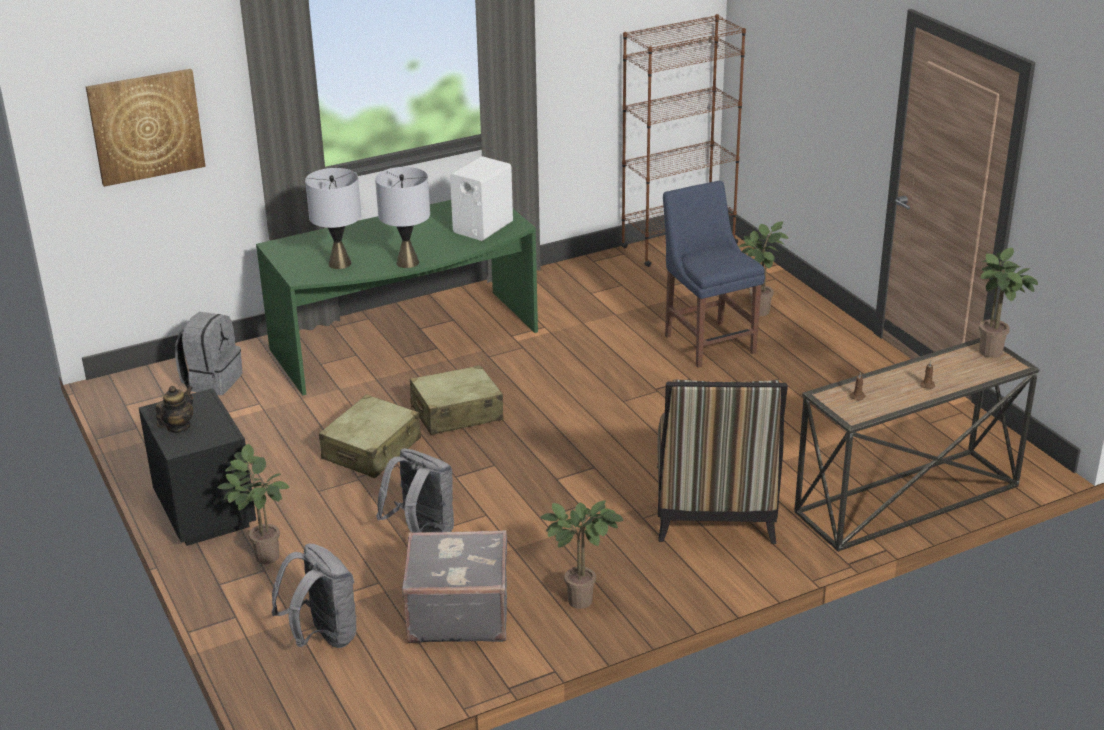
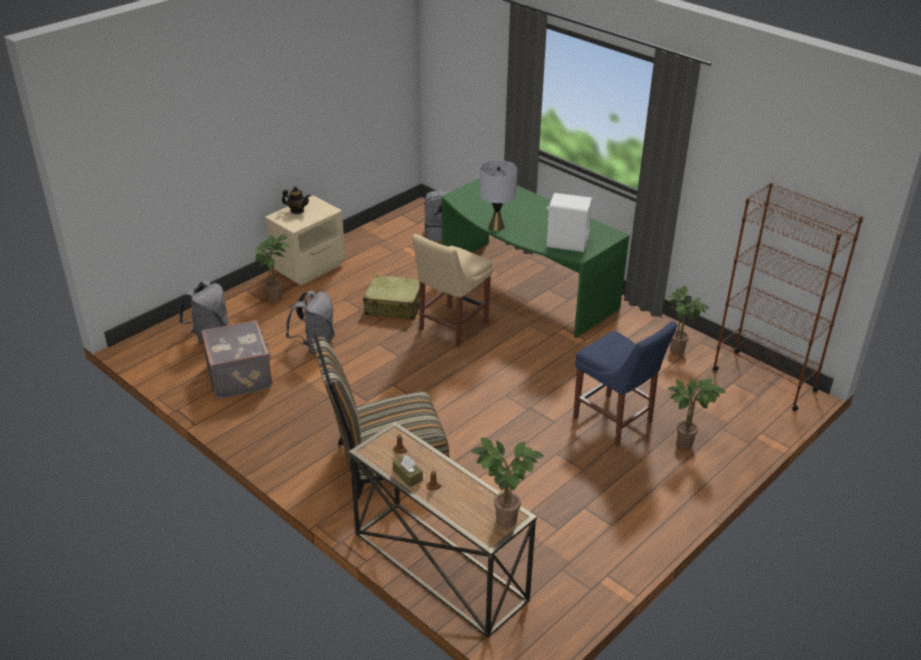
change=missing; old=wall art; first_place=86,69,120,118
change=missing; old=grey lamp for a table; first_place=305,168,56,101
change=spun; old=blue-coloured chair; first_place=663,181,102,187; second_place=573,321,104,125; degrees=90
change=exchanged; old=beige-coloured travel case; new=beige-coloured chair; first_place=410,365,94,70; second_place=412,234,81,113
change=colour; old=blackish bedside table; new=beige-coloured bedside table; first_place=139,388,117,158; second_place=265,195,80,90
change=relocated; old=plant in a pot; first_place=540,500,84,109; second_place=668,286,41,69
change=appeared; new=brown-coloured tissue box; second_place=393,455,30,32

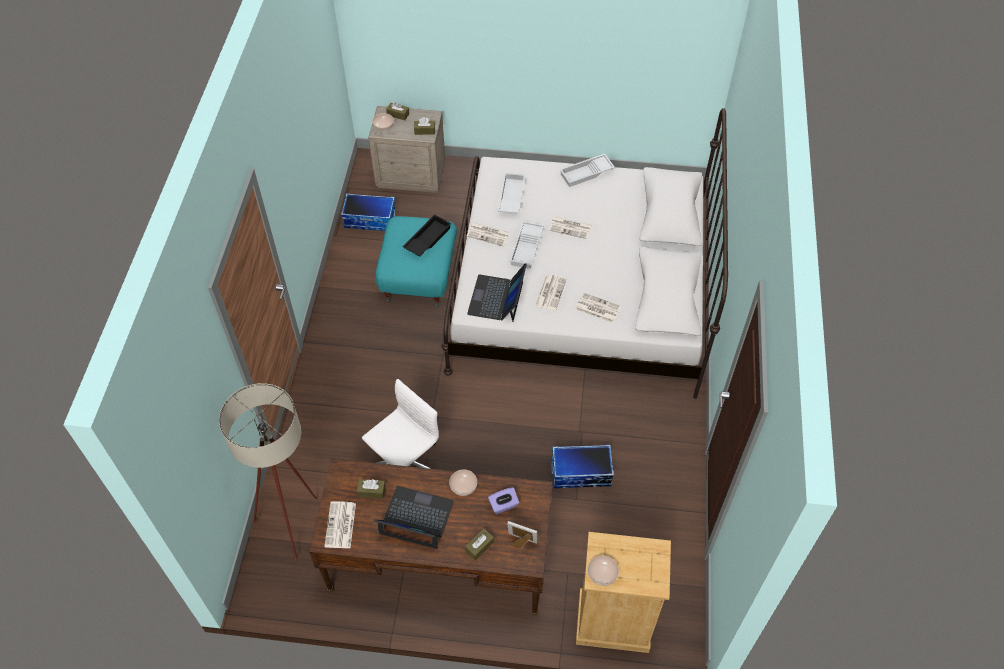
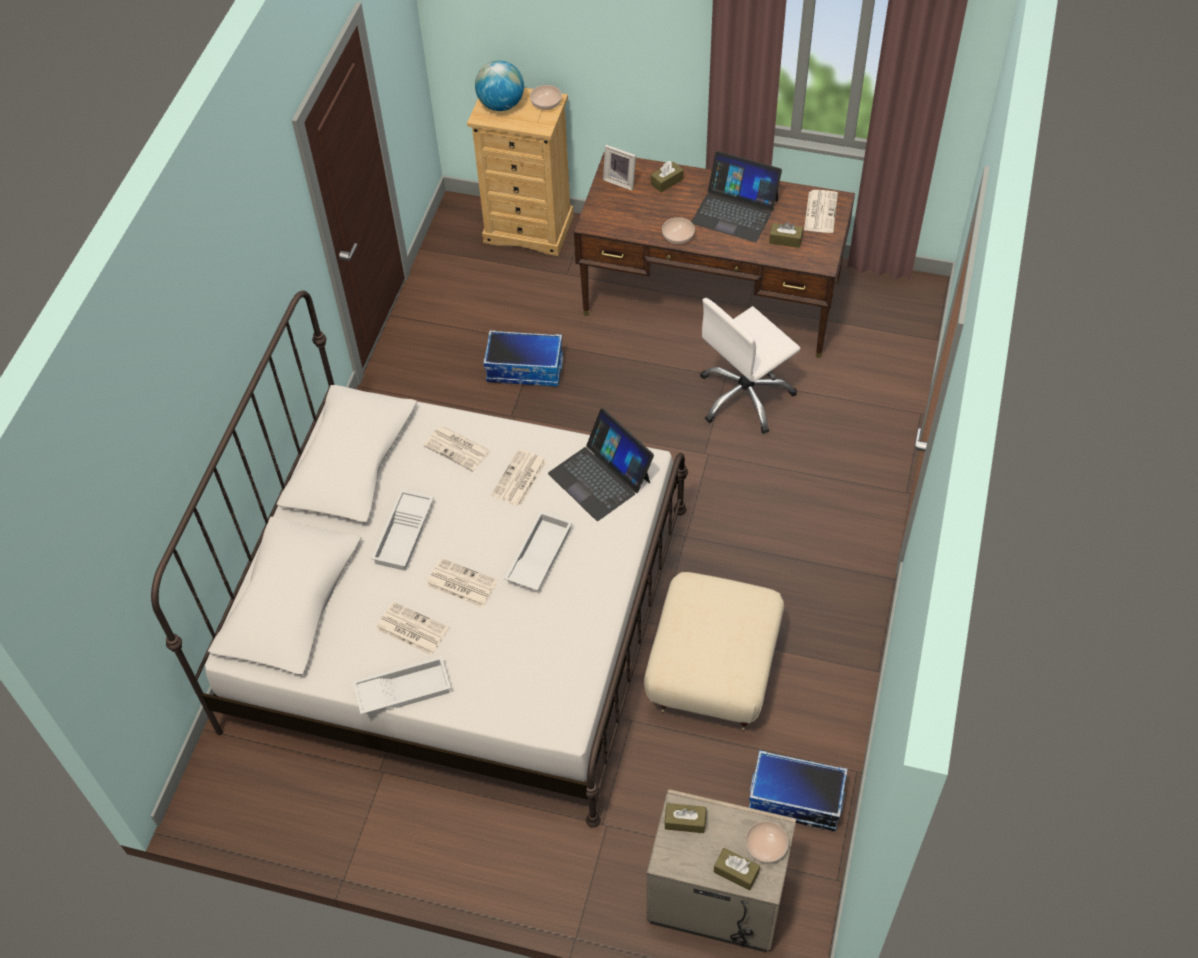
change=relocated; old=white-coloured tray; first_place=498,173,28,40; second_place=371,490,63,81
change=missing; old=blackish tray; first_place=403,214,49,43
change=colour; old=blue-green footrest; new=beige-coloured footrest; first_place=375,216,82,91; second_place=644,572,140,159
change=relocated; old=printed paper; first_place=467,223,43,24; second_place=376,602,73,54
change=spun; old=laptop; first_place=467,263,60,59; second_place=548,408,106,113; degrees=120
change=missing; old=beige-coloured standard lamp; first_place=219,383,98,177
change=missing; old=purple-coloured tissue box; first_place=488,487,32,27
change=appeared; new=desk globe; second_place=475,60,49,51

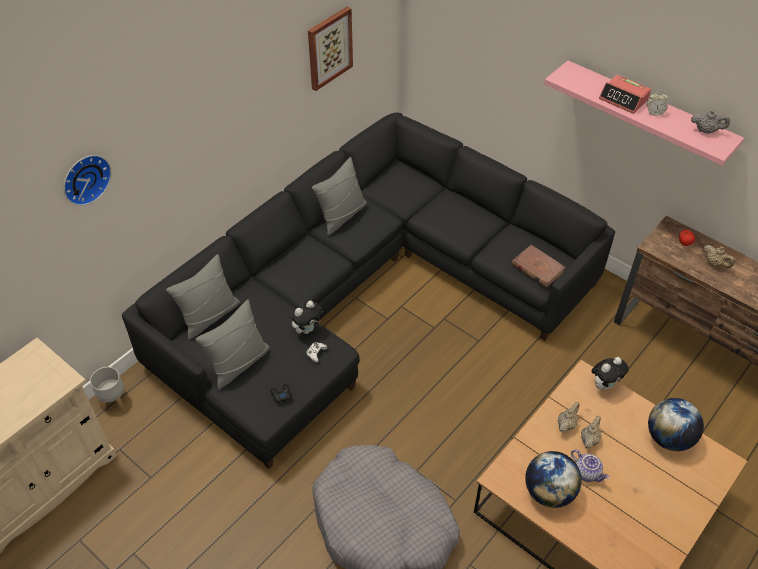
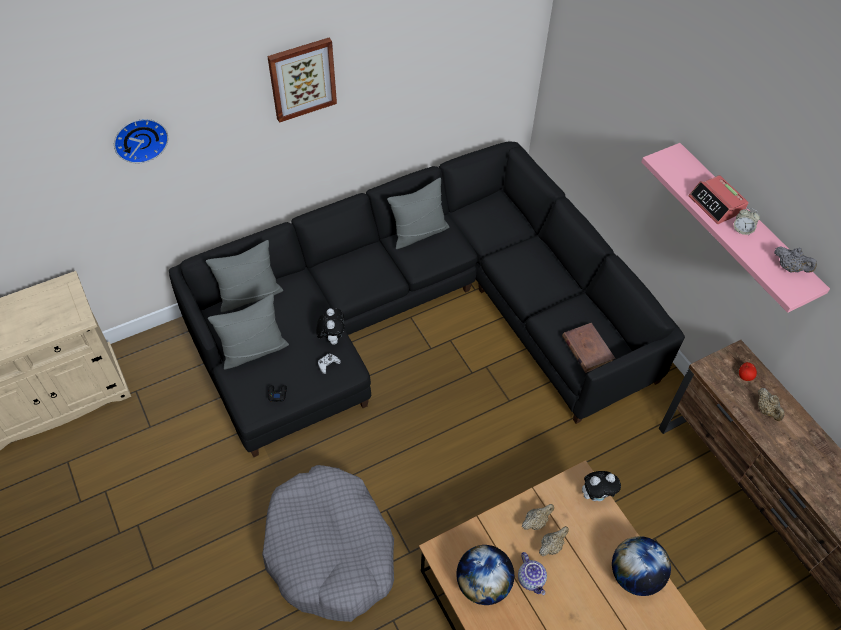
change=relocated; old=wall art; first_place=308,7,45,84; second_place=267,38,70,85
change=spun; old=plush toy; first_place=290,301,32,33; second_place=316,308,29,37; degrees=-75
change=missing; old=grey plant pot; first_place=90,367,36,43

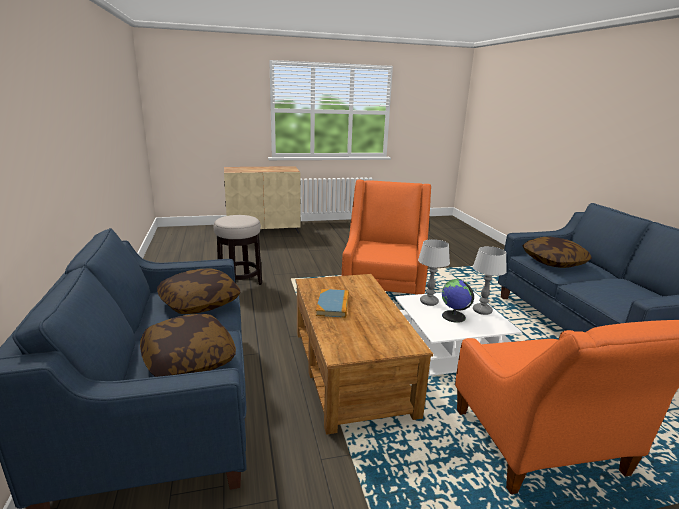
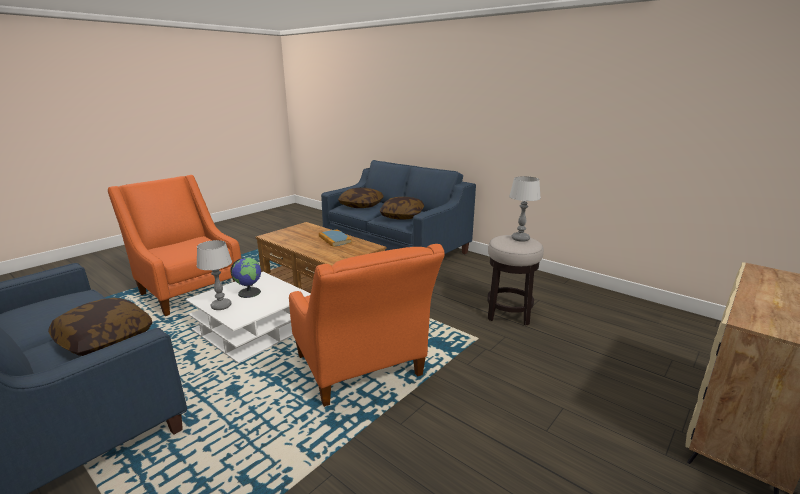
change=relocated; old=lamp for a table; first_place=418,239,32,67; second_place=509,176,32,66

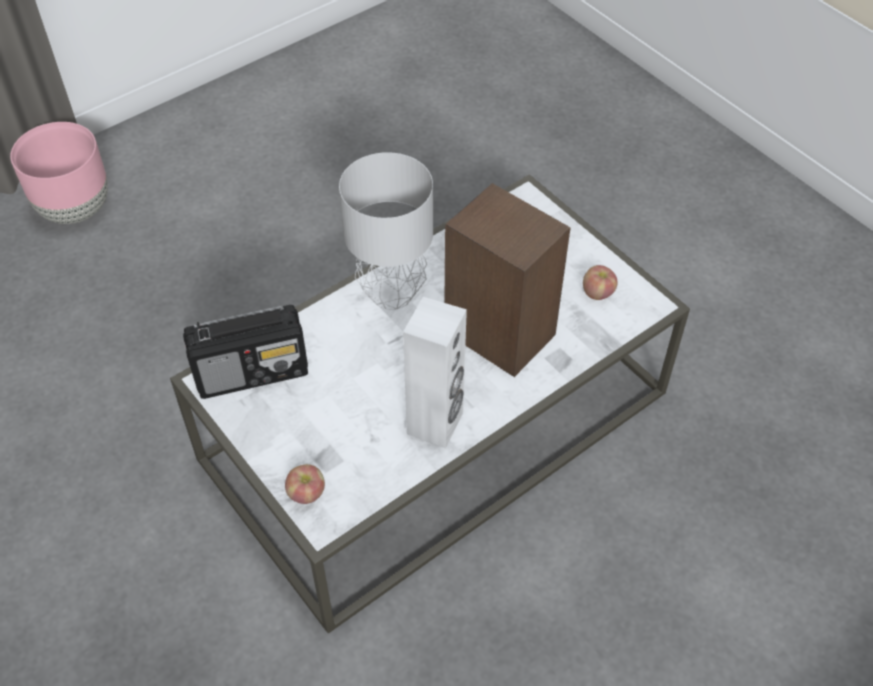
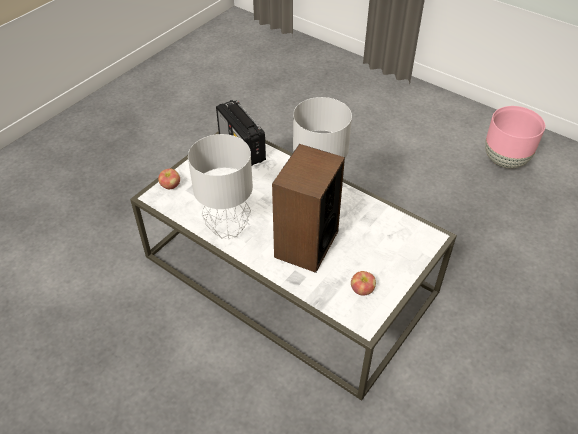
change=relocated; old=pink plant pot; first_place=10,122,98,102; second_place=485,106,60,62
change=exchanged; old=white-coloured audio speaker; new=grey lamp for a table; first_place=403,297,64,151; second_place=188,134,65,105

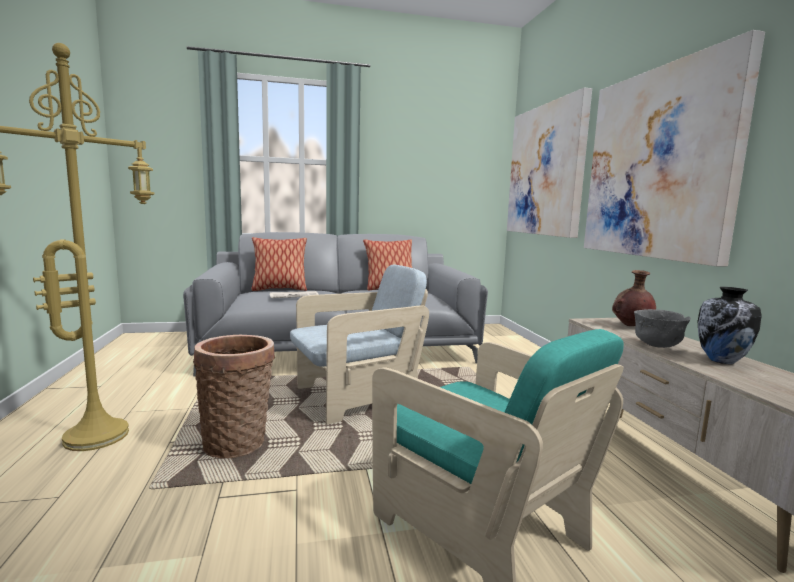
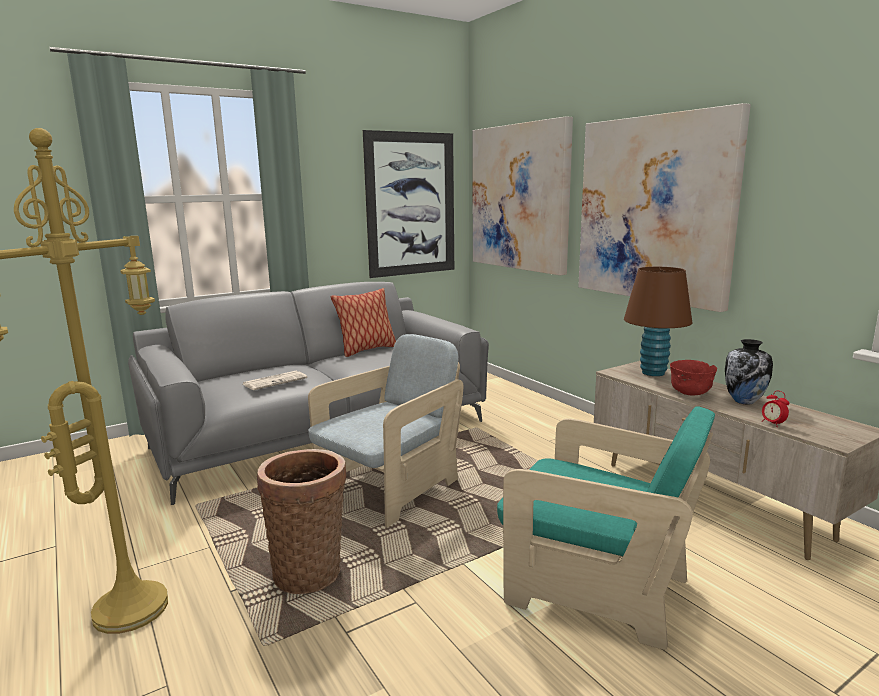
change=missing; old=throw pillow; first_place=251,237,56,54
change=exchanged; old=brown-coloured flower vase; new=brown-coloured lamp for a table; first_place=612,270,44,56; second_place=624,267,68,109
change=colour; old=grey deep dish; new=red deep dish; first_place=634,309,57,39; second_place=670,360,47,36
change=appeared; new=wall art; second_place=363,130,91,148
change=appeared; new=table clock; second_place=762,391,27,34

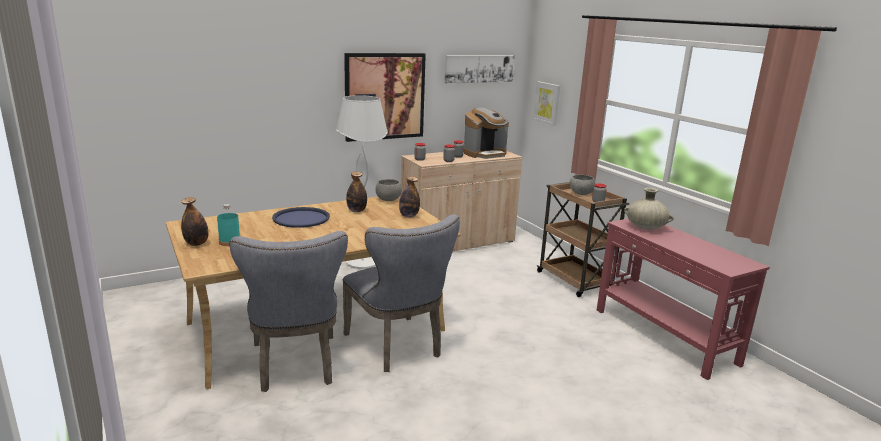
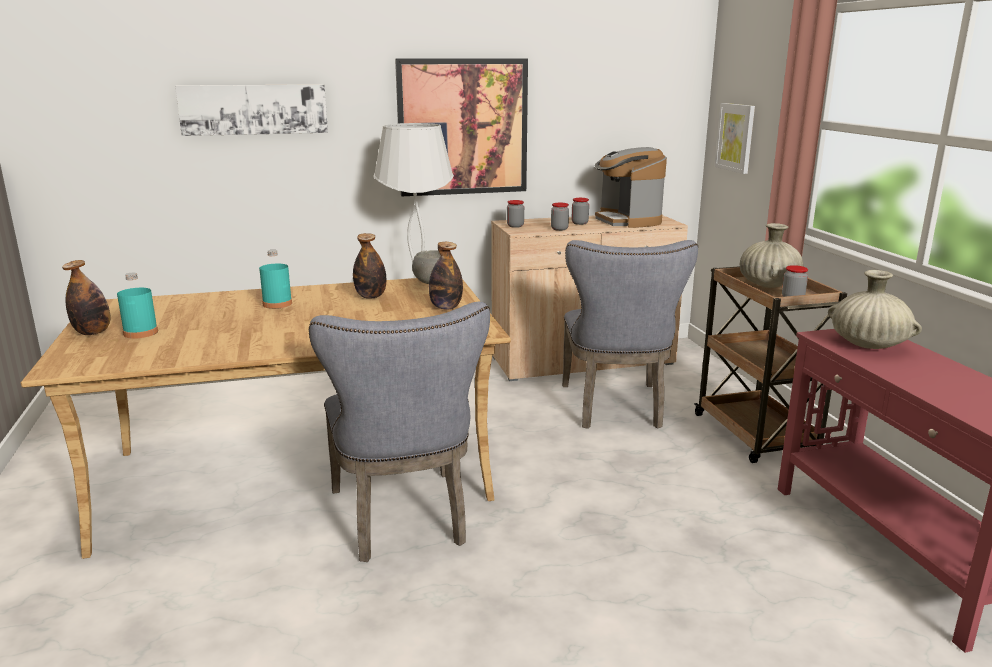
change=relocated; old=wall art; first_place=444,55,71,28; second_place=175,84,153,52
change=spun; old=coffee maker; first_place=464,108,45,51; second_place=595,147,72,81; degrees=90
change=exchanged; old=grey deep dish; new=beige-coloured flower vase; first_place=570,175,25,20; second_place=740,223,63,65
change=exchanged; old=blue-coloured tray; new=blue-green beverage bottle; first_place=272,207,58,21; second_place=259,250,33,59
change=relocated; old=grey chair; first_place=229,231,119,161; second_place=562,240,136,189

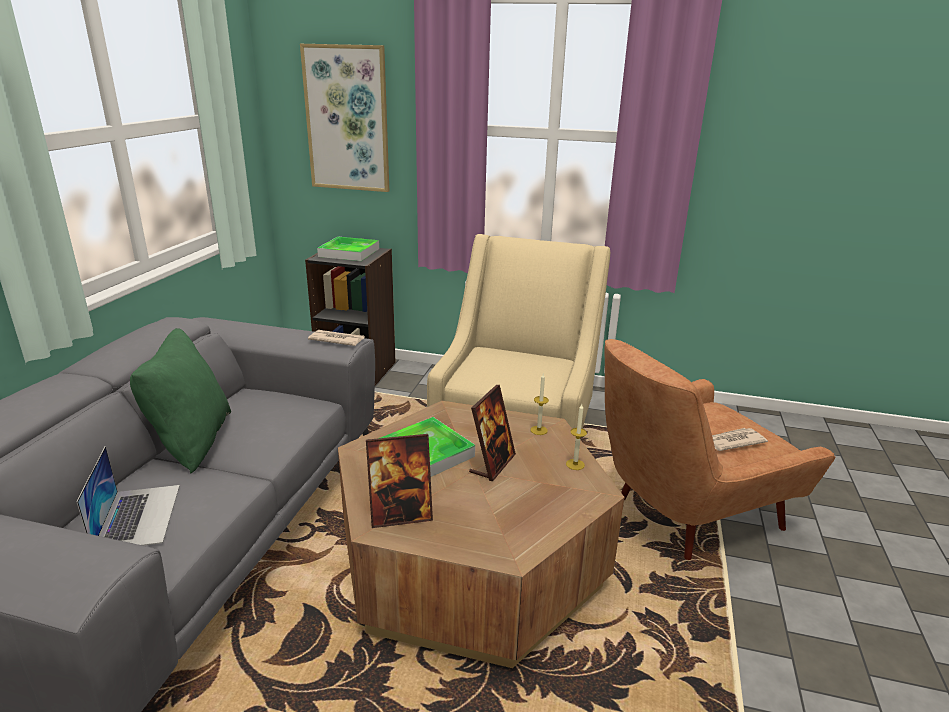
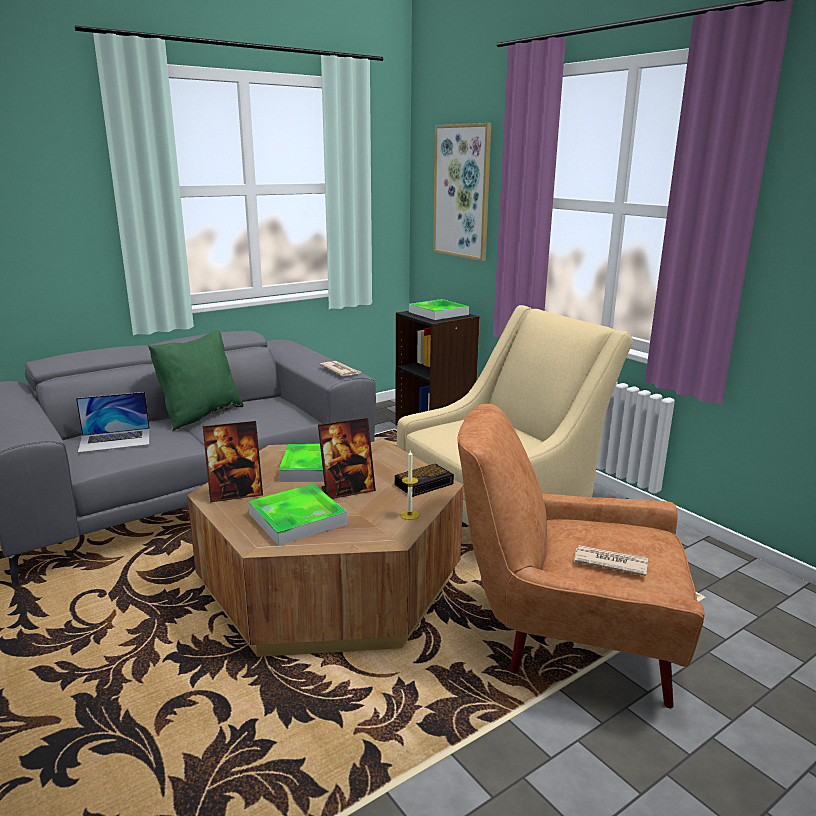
change=exchanged; old=wax light; new=table clock; first_place=531,374,18,61; second_place=395,464,59,33
change=spun; old=photo frame; first_place=366,434,67,94; second_place=203,421,60,81; degrees=-45
change=spun; old=laptop; first_place=76,446,104,100; second_place=76,392,74,61; degrees=45
change=appeared; new=tray; second_place=248,484,99,62

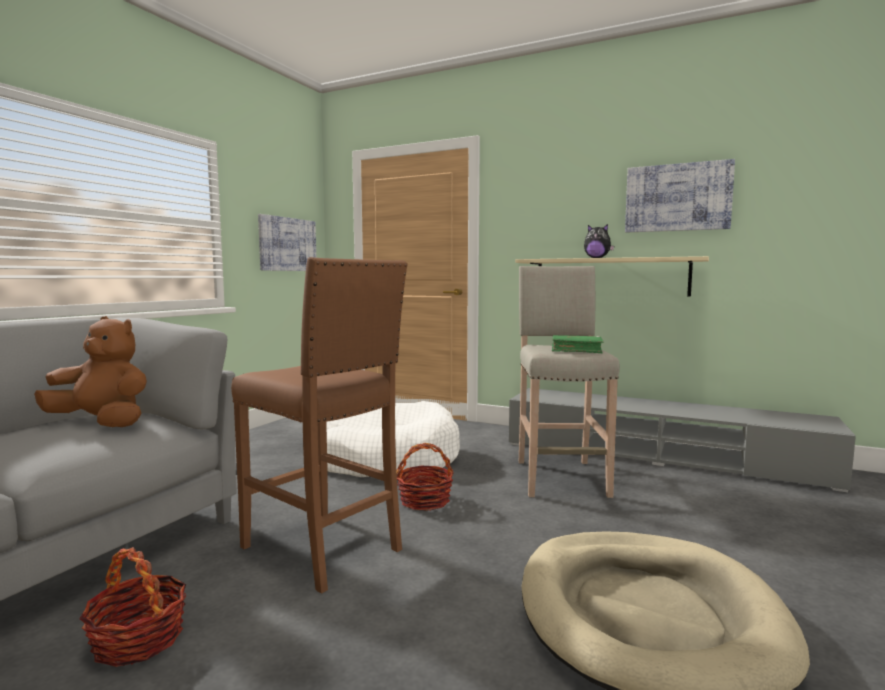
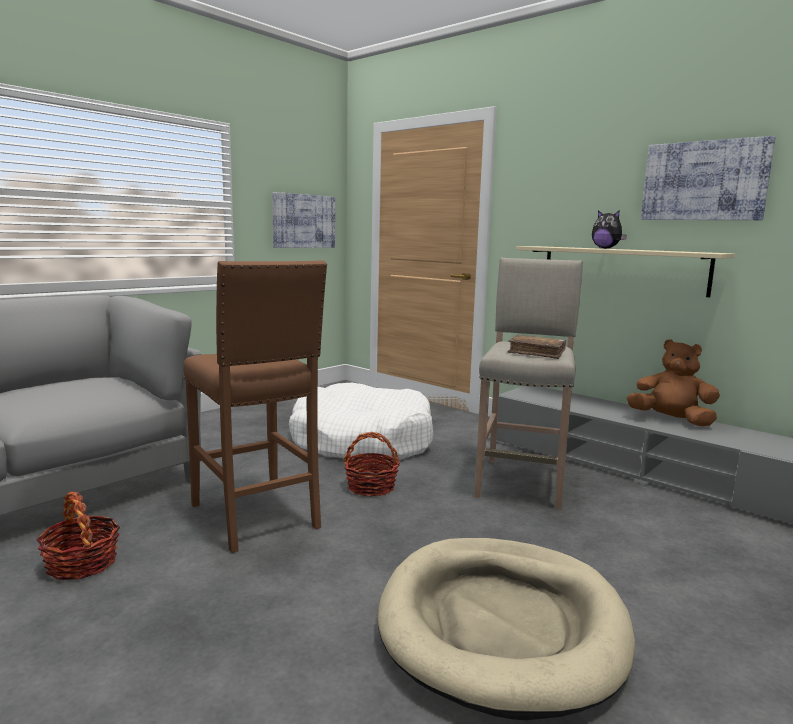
change=relocated; old=brown-coloured plush toy; first_place=34,316,113,111; second_place=627,340,93,86
change=colour; old=green volume; new=brown-coloured volume; first_place=552,335,52,18; second_place=507,335,59,24

